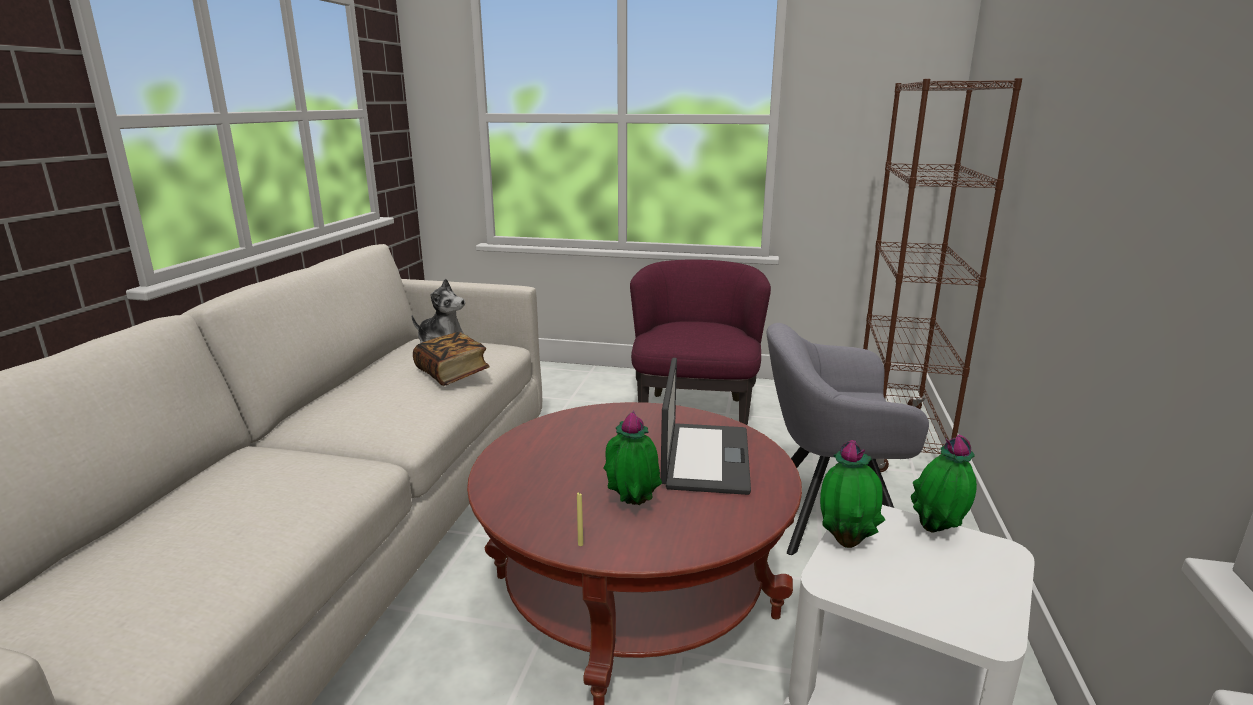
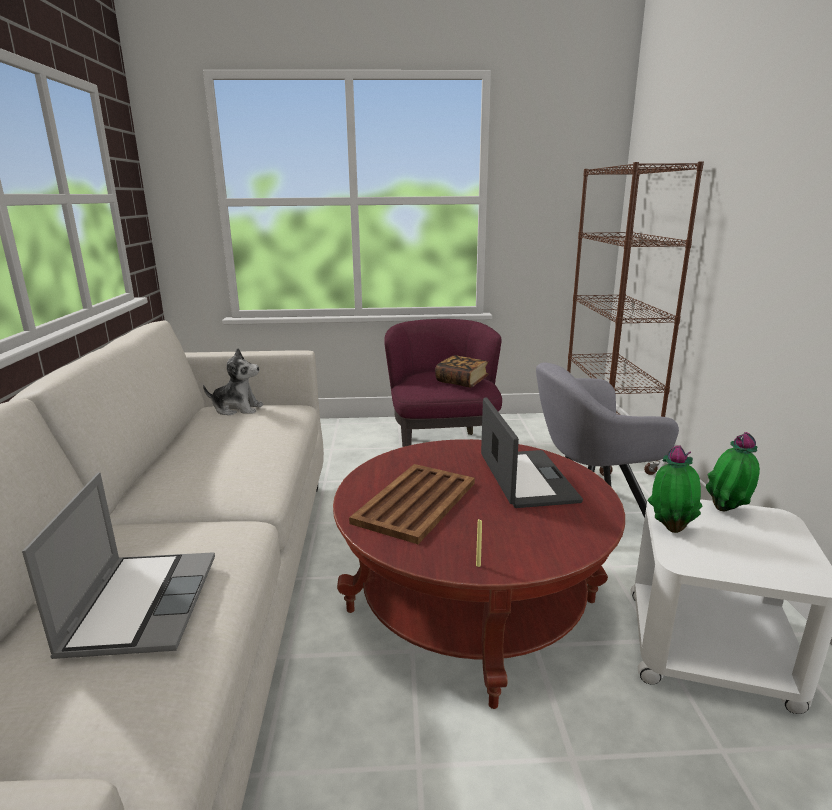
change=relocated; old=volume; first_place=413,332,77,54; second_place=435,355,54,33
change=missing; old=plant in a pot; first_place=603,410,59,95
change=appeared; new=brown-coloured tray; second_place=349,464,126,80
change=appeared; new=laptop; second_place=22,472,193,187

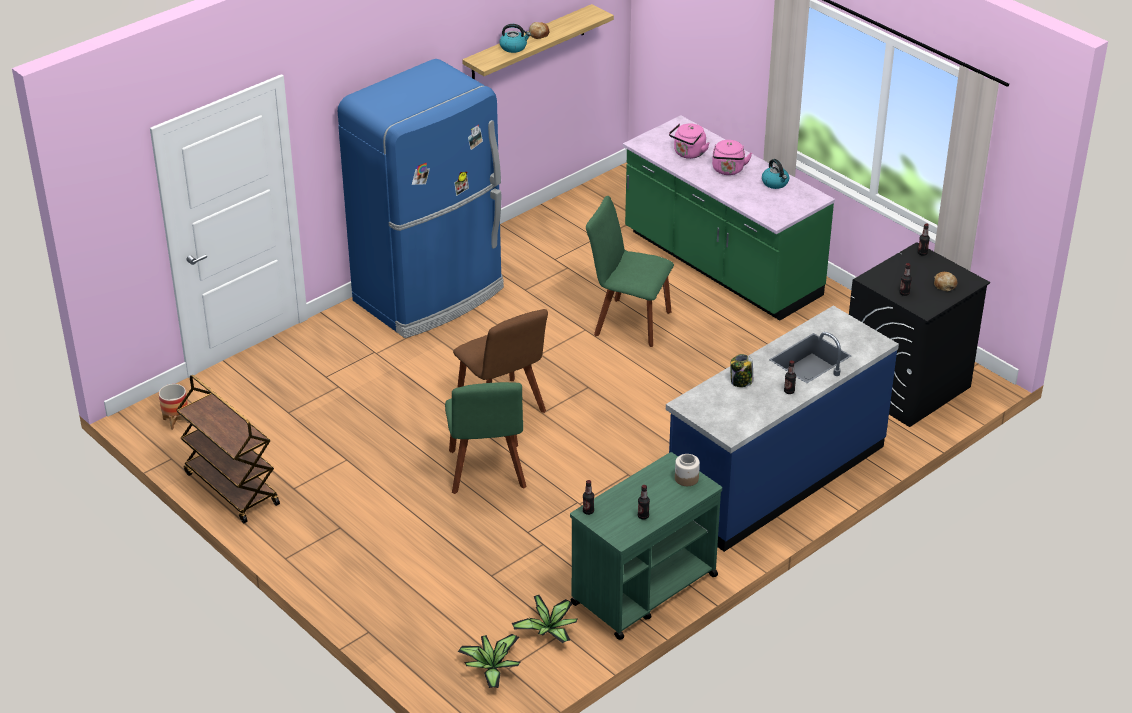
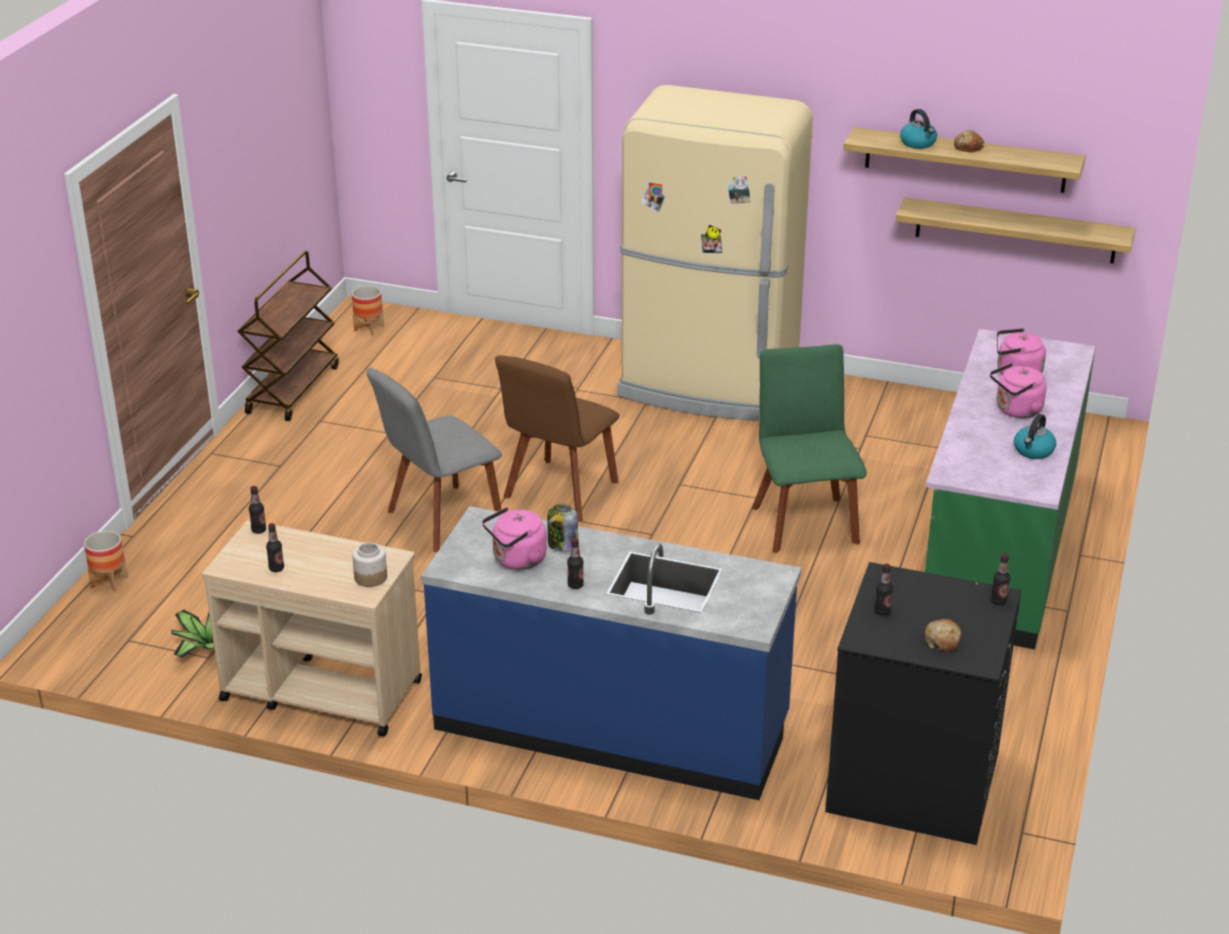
change=colour; old=blue-coloured refrigerator; new=beige-coloured refrigerator; first_place=338,59,166,279; second_place=618,85,195,336
change=colour; old=green chair; new=grey chair; first_place=445,382,82,112; second_place=366,368,136,184
change=colour; old=green wheeled cart; new=beige-coloured wheeled cart; first_place=570,452,152,188; second_place=202,520,220,217
change=missing; old=plant in a pot; first_place=458,634,63,54
change=appeared; new=wall shelf; second_place=895,197,240,67
change=appeared; new=pink kettle; second_place=482,507,65,63
change=appeared; new=plant pot; second_place=84,531,44,61

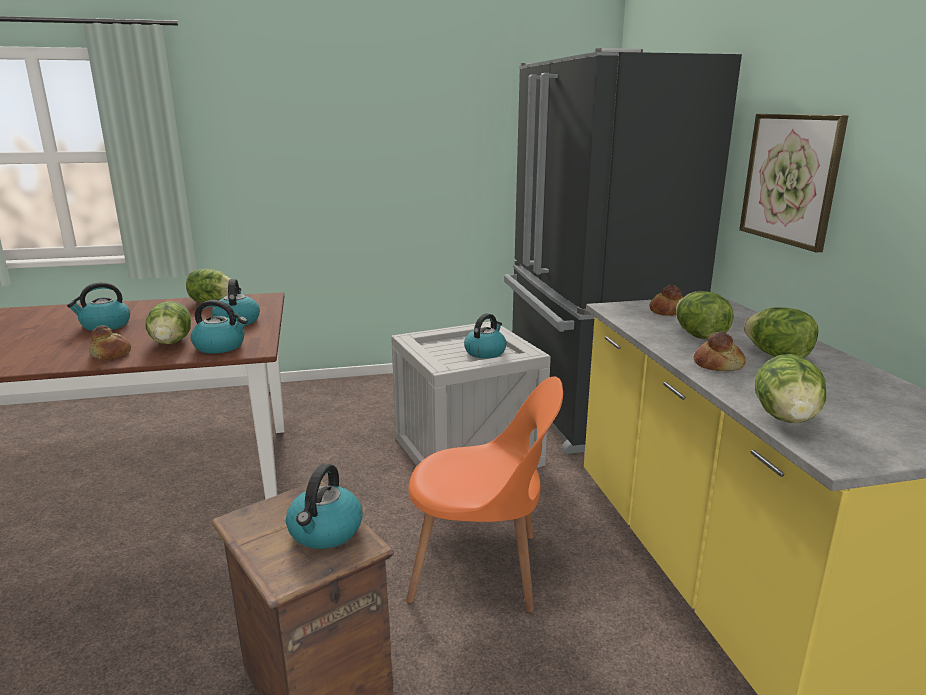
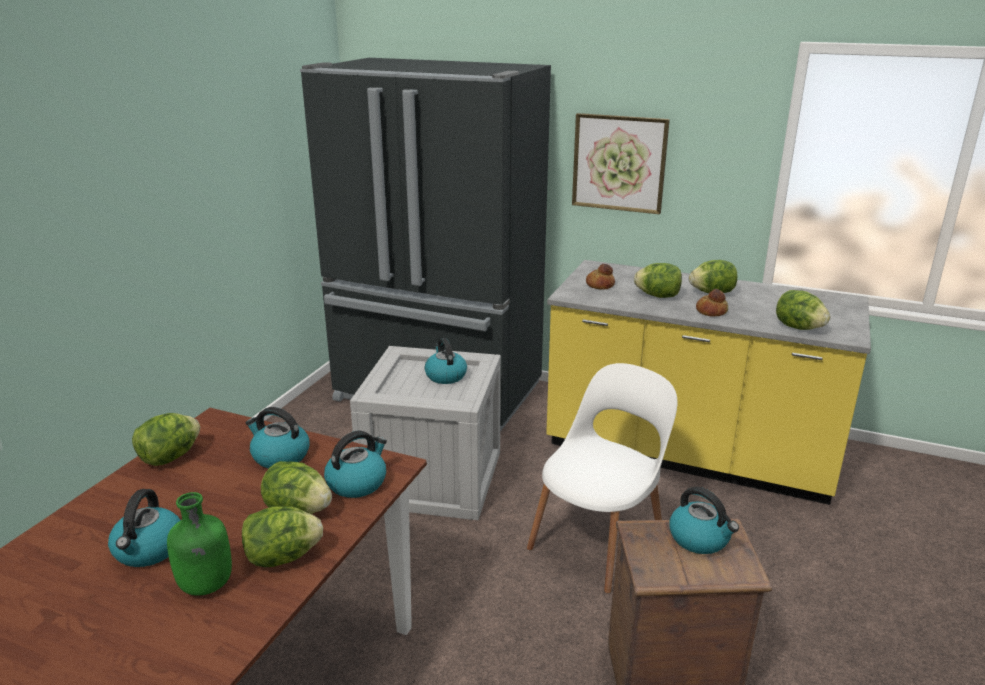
change=exchanged; old=bakery bread; new=head of lettuce; first_place=89,325,42,34; second_place=242,506,81,61
change=colour; old=orangey chair; new=white-coloured chair; first_place=406,376,157,237; second_place=527,363,150,230
change=appeared; new=green beverage bottle; second_place=167,492,65,104

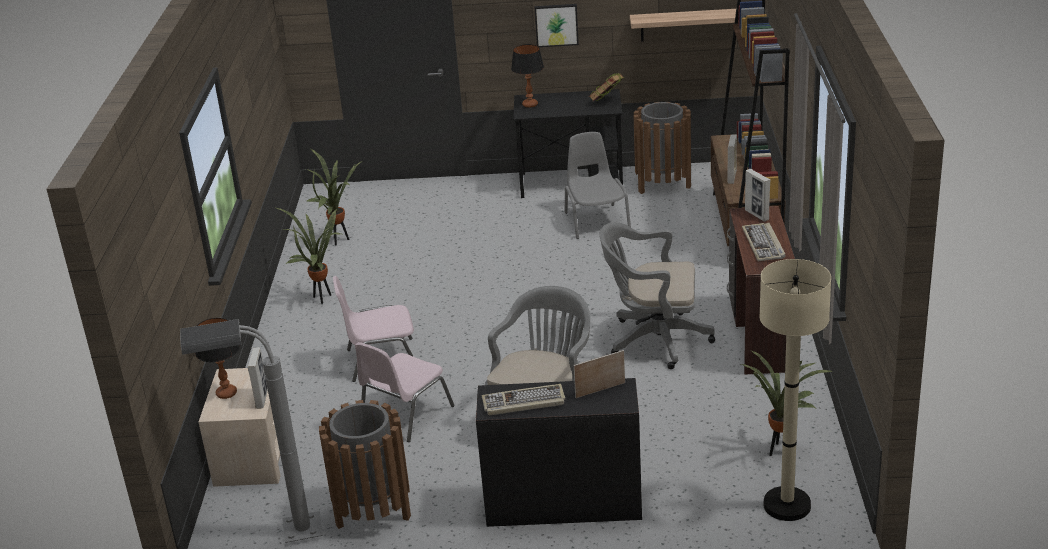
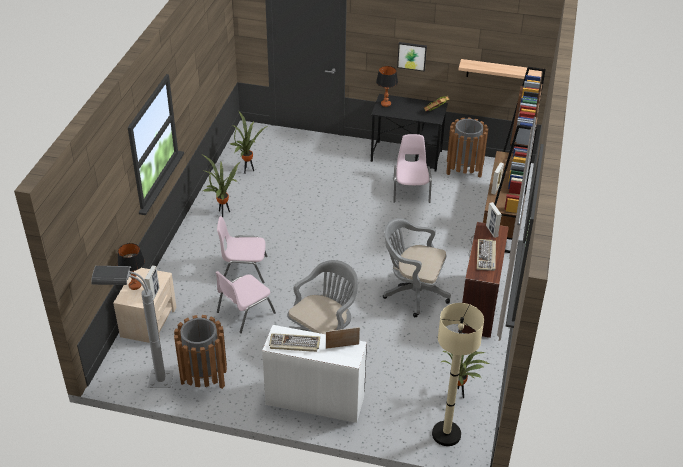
change=colour; old=grey chair; new=pink chair; first_place=565,132,66,107; second_place=393,134,39,69
change=colour; old=blackish desk unit; new=white-coloured desk unit; first_place=476,378,166,149; second_place=262,325,105,98

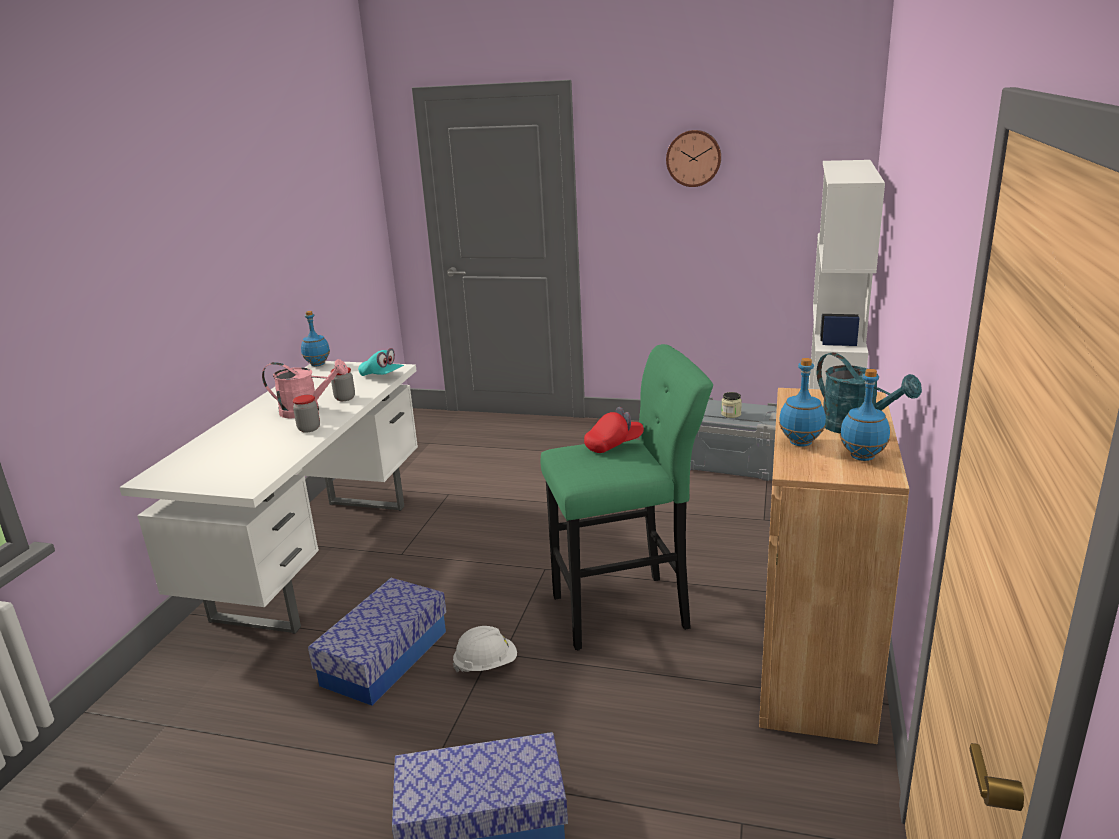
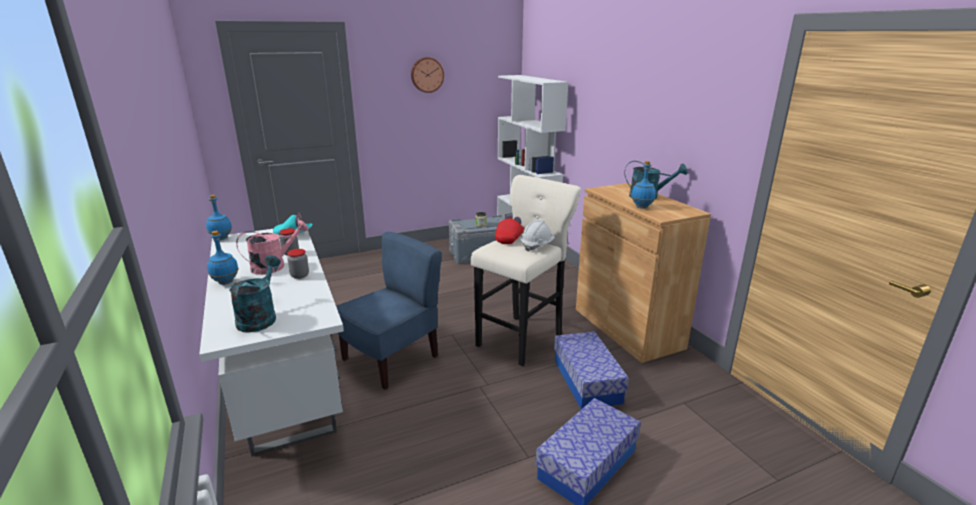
change=colour; old=green stool seat; new=beige-coloured stool seat; first_place=541,344,172,307; second_place=471,175,110,191
change=relocated; old=blue-coloured beverage bottle; first_place=840,369,50,92; second_place=207,231,32,54
change=relocated; old=storage box; first_place=308,578,138,128; second_place=554,331,75,78
change=relocated; old=white-coloured work helmet; first_place=453,626,64,47; second_place=521,220,34,32
change=appeared; new=blue-coloured chair; second_place=336,232,106,158
change=appeared; new=blue-green watering can; second_place=229,255,52,77

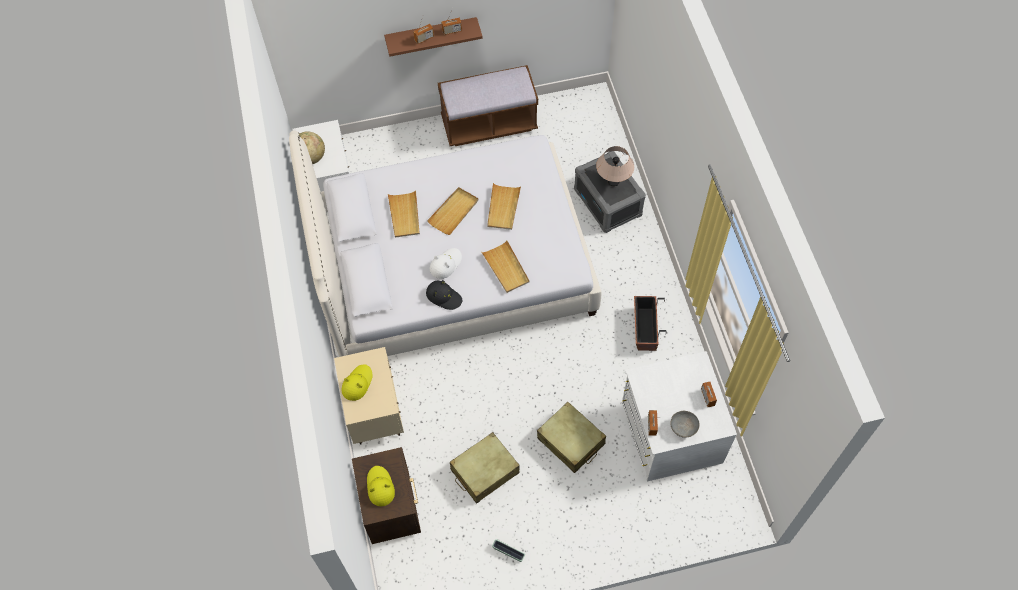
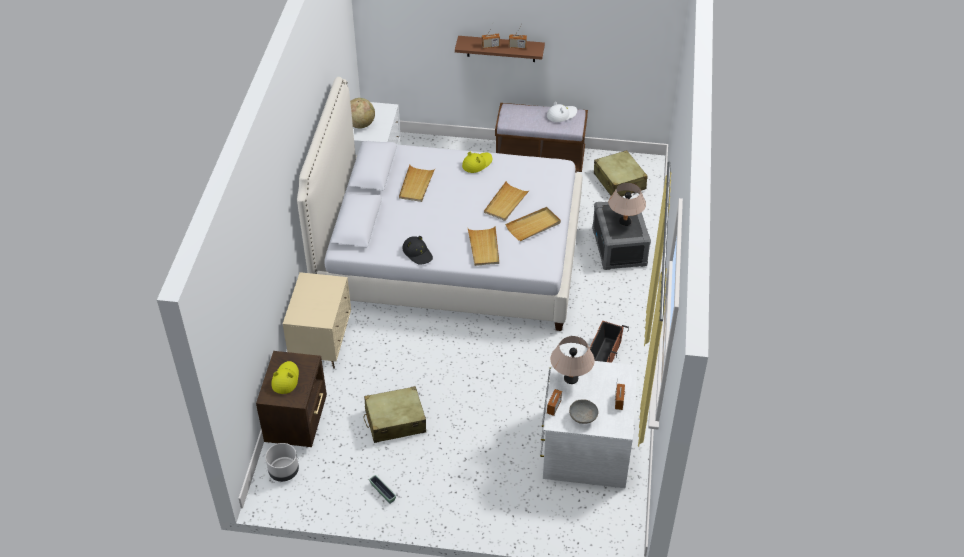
change=relocated; old=beige-coloured tray; first_place=427,187,51,48; second_place=505,207,56,34
change=relocated; old=white-coloured hat; first_place=430,248,32,31; second_place=547,102,30,20
change=relocated; old=yellowish hat; first_place=342,364,31,37; second_place=462,152,30,21
change=relocated; old=beige-coloured travel case; first_place=537,402,69,71; second_place=594,150,54,47
change=appeared; new=beige-coloured lamp for a table; second_place=550,336,45,48
change=appeared; new=grey plant pot; second_place=265,443,34,39

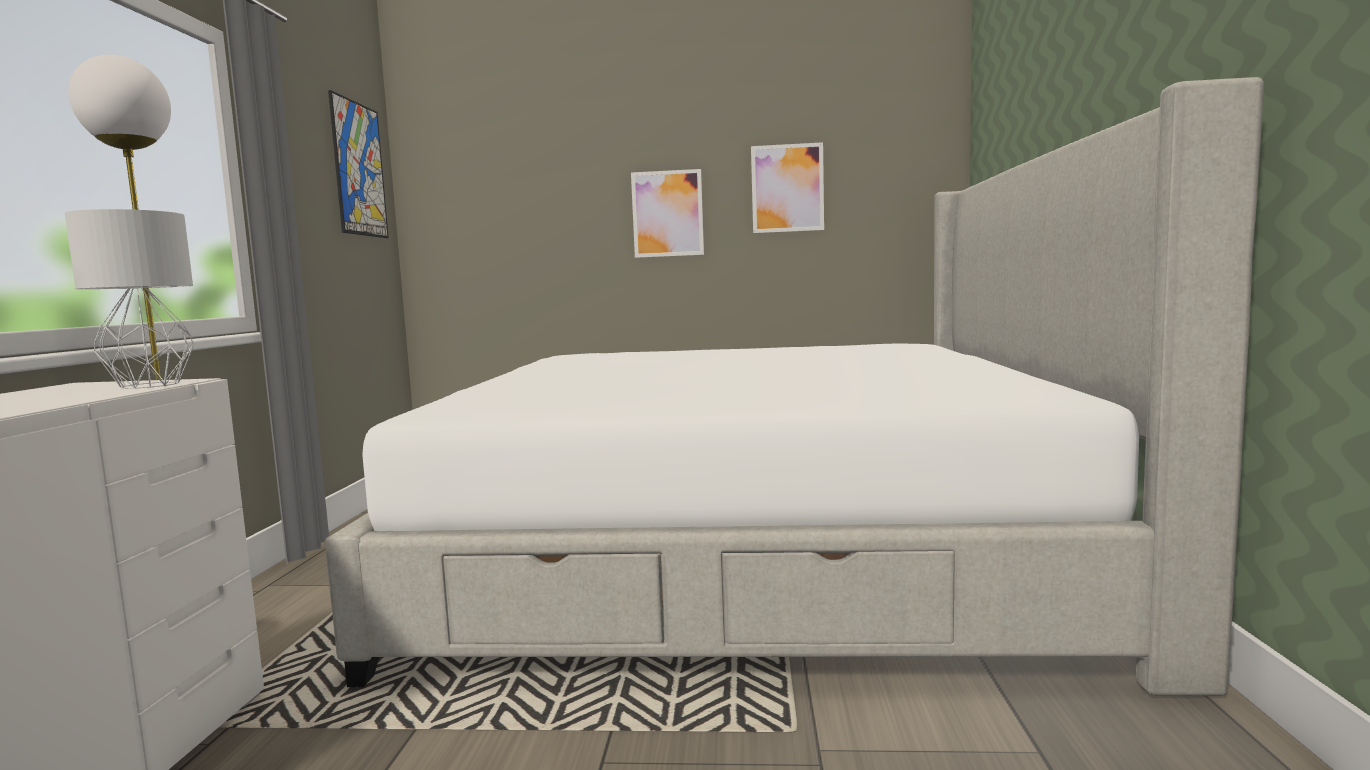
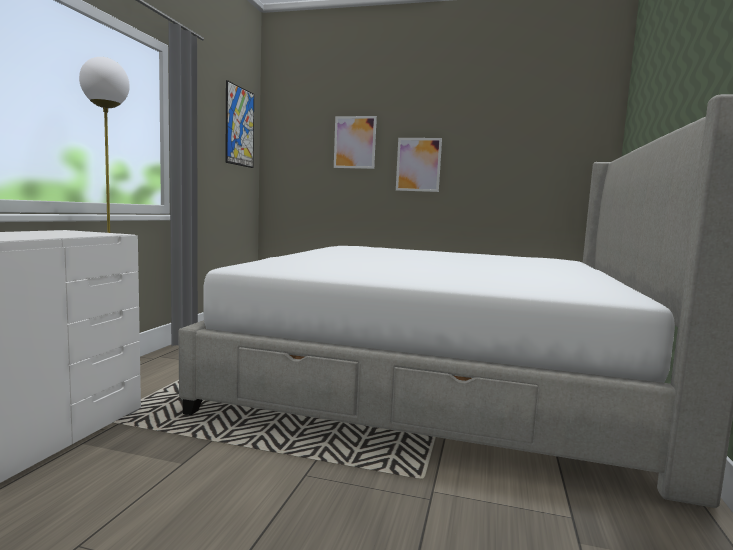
change=relocated; old=wall art; first_place=751,142,73,91; second_place=334,116,43,53
change=missing; old=grey lamp for a table; first_place=65,209,129,180

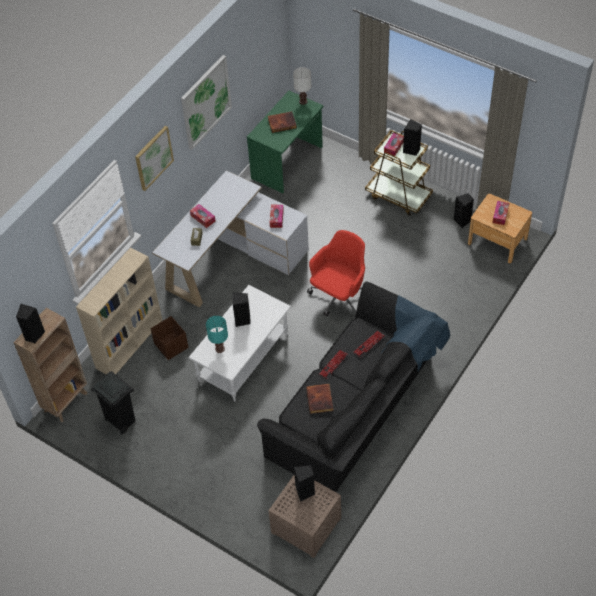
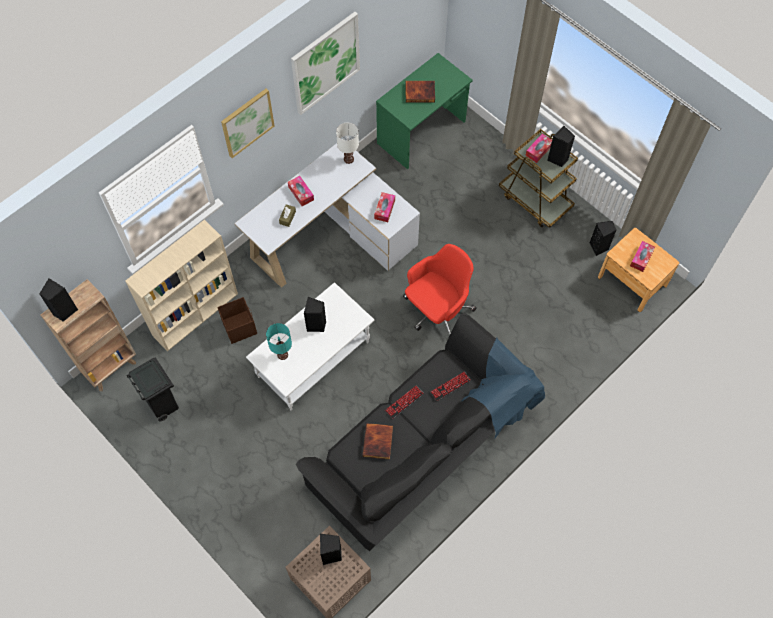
change=relocated; old=white-coloured lamp for a table; first_place=293,67,18,38; second_place=336,123,23,41

